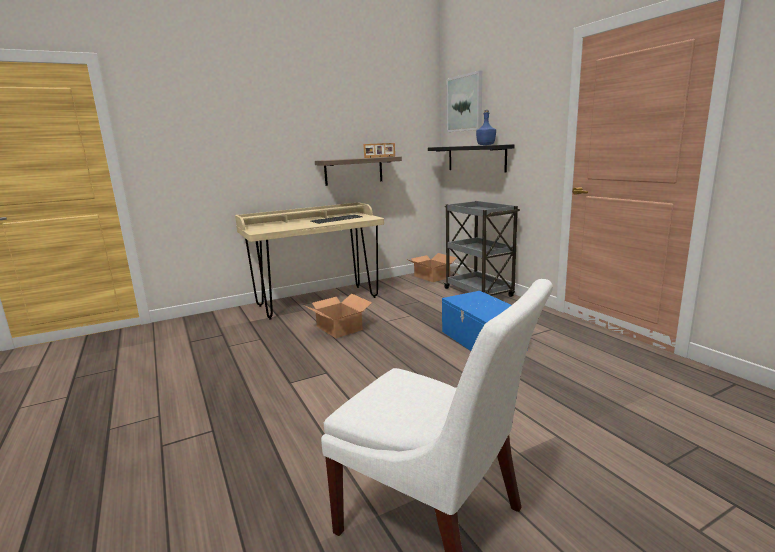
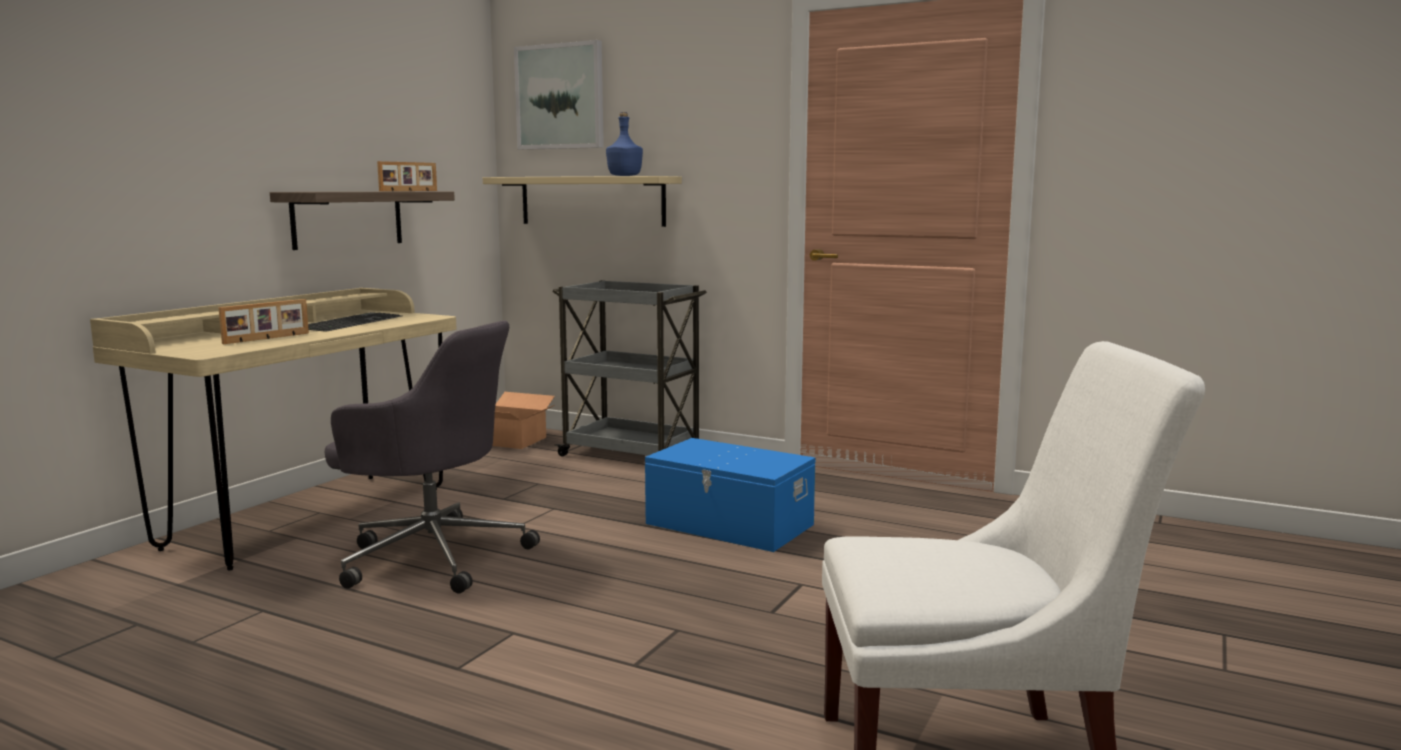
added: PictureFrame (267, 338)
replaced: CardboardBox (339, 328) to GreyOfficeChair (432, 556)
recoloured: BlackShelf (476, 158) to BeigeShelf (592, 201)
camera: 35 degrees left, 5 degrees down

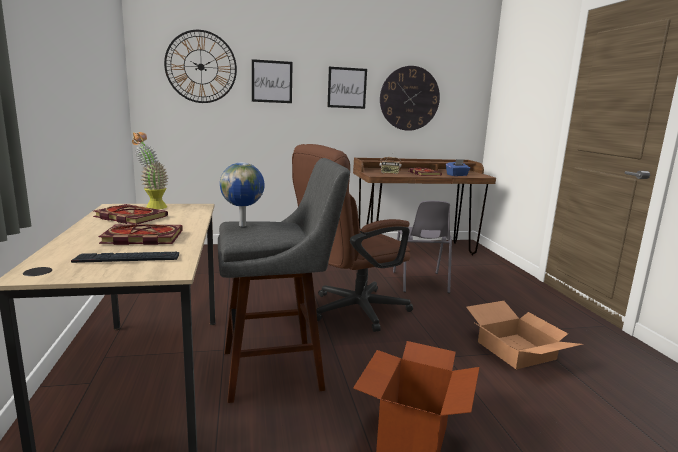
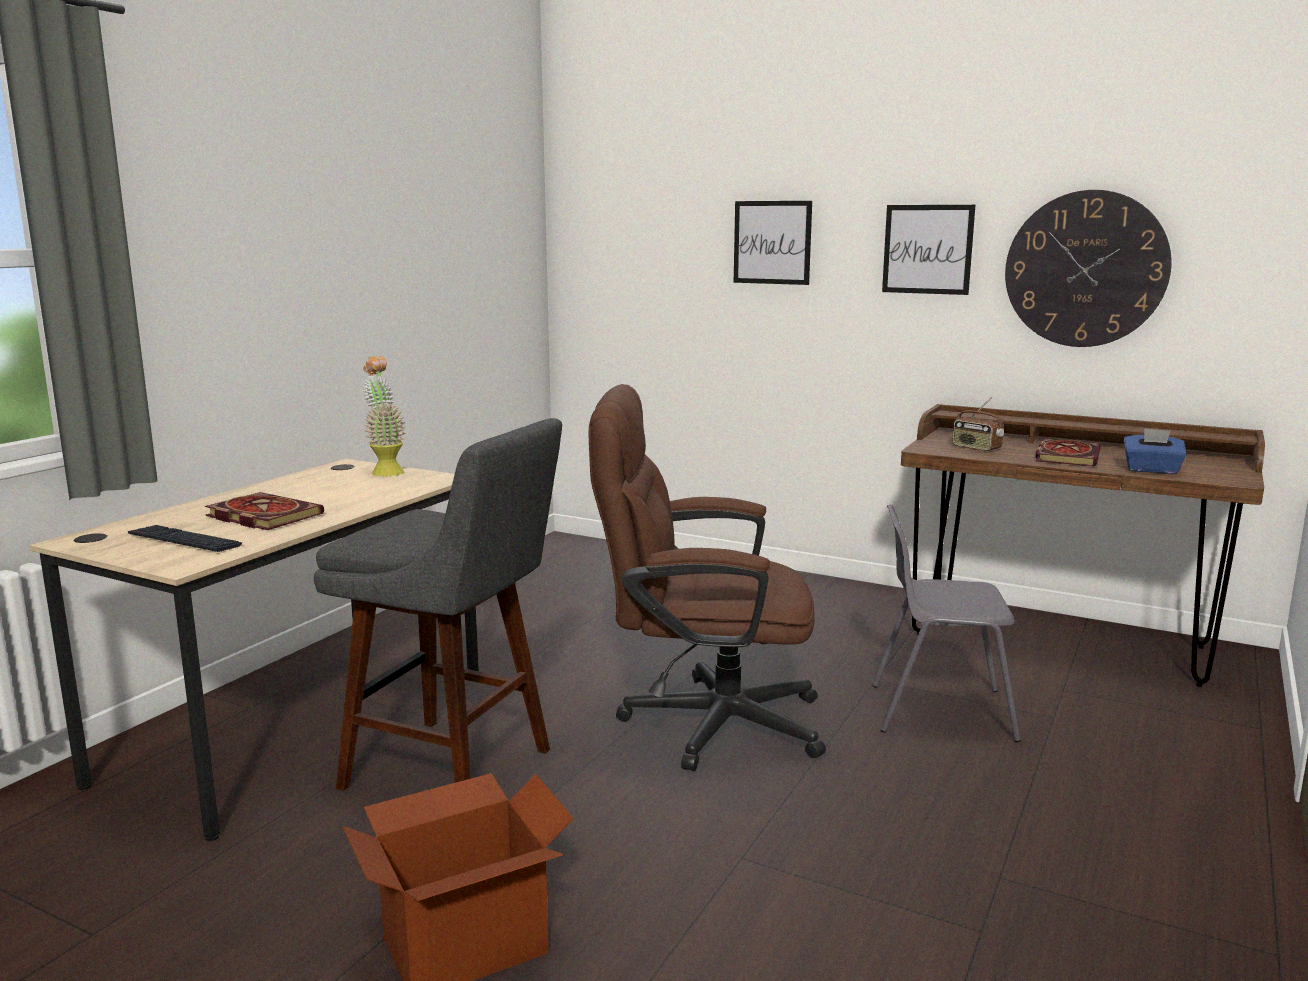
removed: Book (128, 217); WallClock (201, 67); Globe (243, 225); CardboardBox (517, 351)
turned: GreyChair (420, 282) = (939, 711) 60 degrees clockwise
camera: 40 degrees right, 0 degrees up

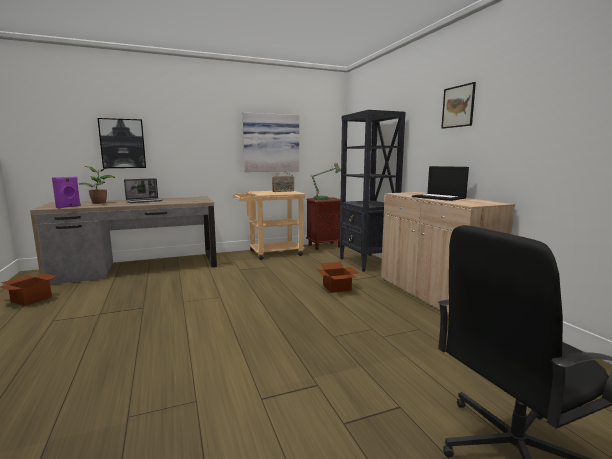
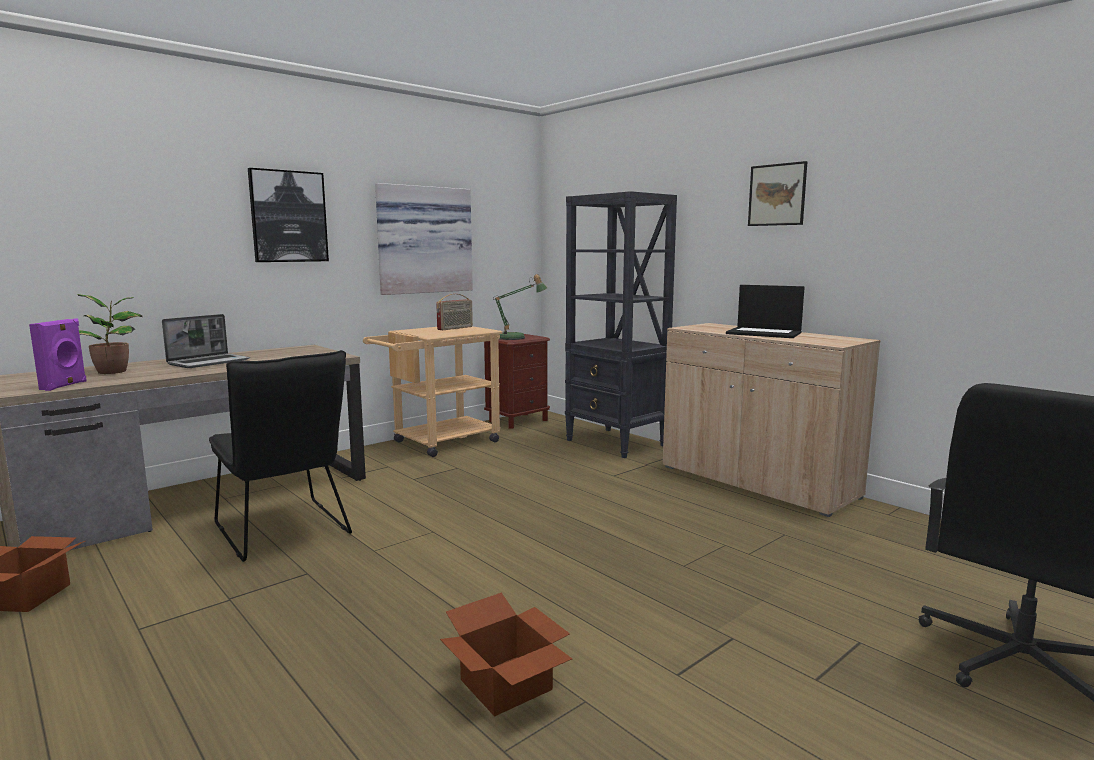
added: BlackChair (285, 532)
moved: Picture (122, 143) to (288, 216); CardboardBox (336, 288) to (506, 686)
camera: 20 degrees left, 0 degrees up

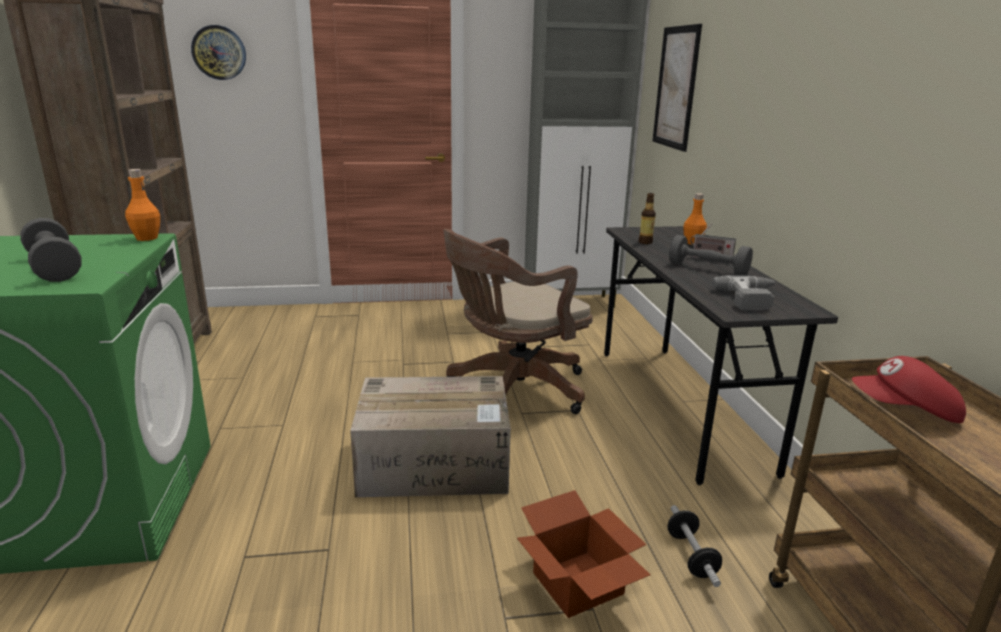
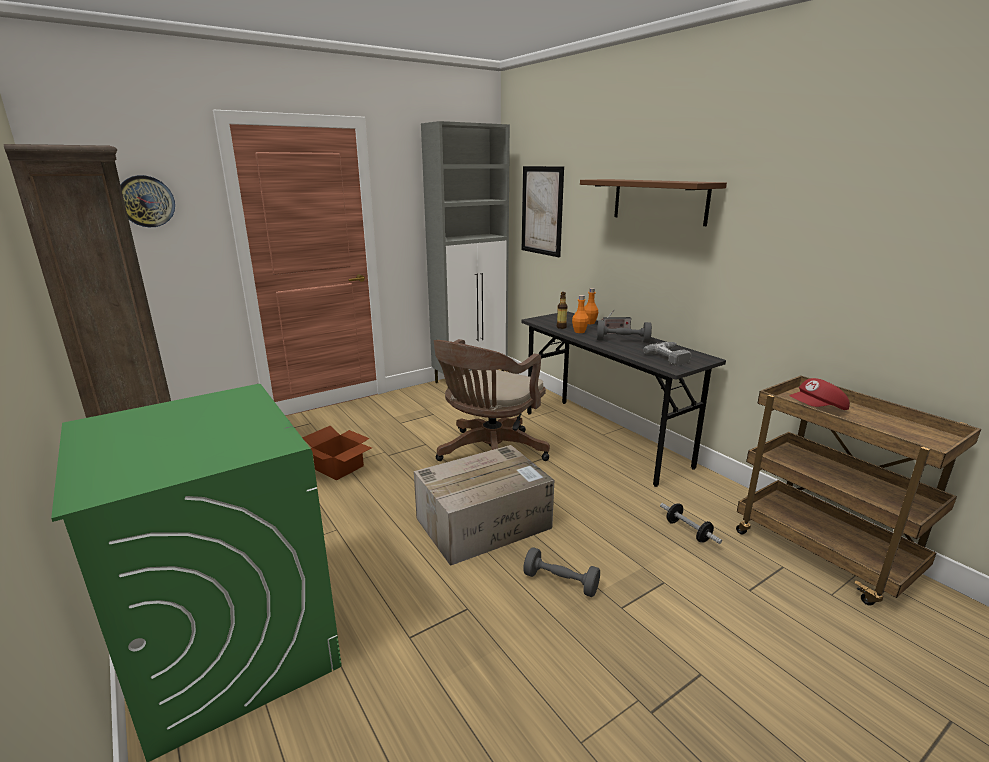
added: BrownShelf (659, 201)
moved: GreyDumbbell (54, 268) to (560, 582); OrangeBottle (147, 238) to (579, 331); CardboardBox (578, 585) to (339, 468)
camera: 25 degrees left, 0 degrees up

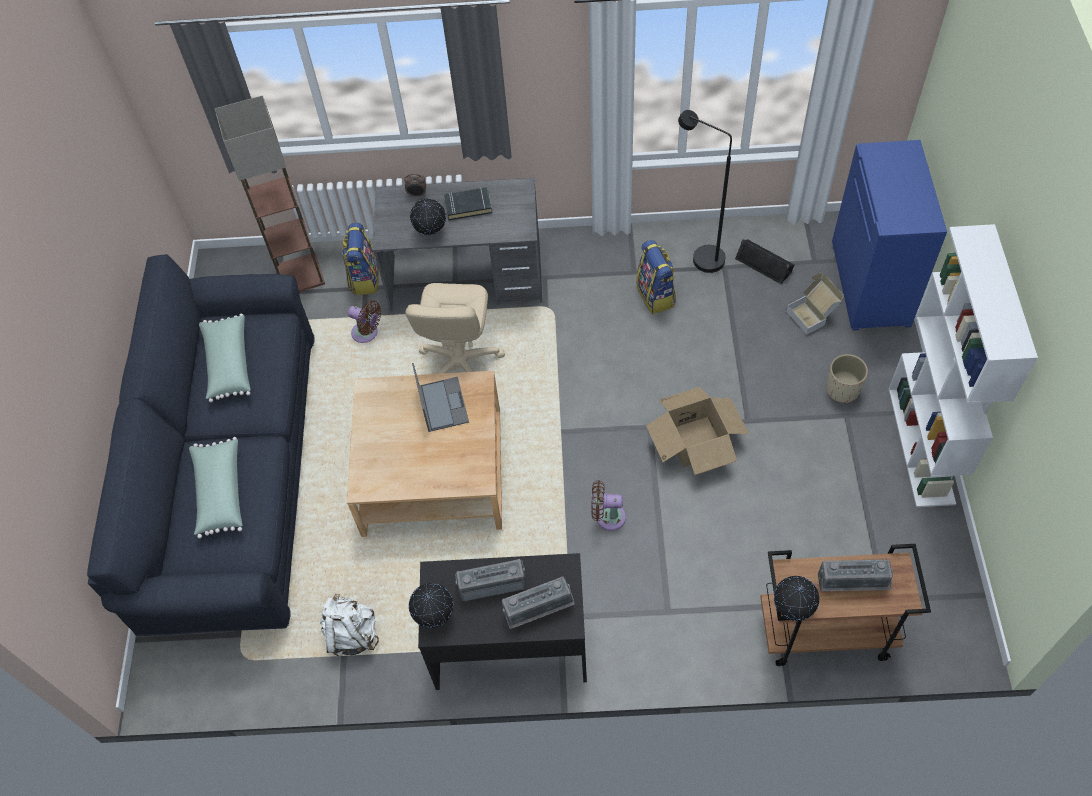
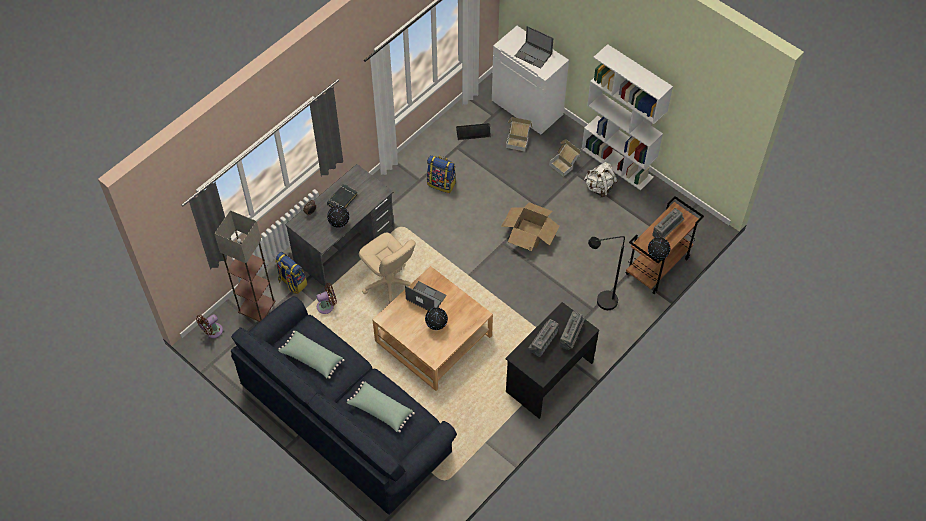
added: Laptop (533, 55)
moved: WhiteBackpack (352, 634) to (599, 187); Globe (434, 616) to (436, 326); BrownFan (607, 517) to (212, 331); BlackFloorLamp (700, 256) to (601, 302)
replaced: BeigePlanter (843, 390) to CardboardBox (564, 164)
recoloured: BlueCabinet (871, 284) to WhiteCabinet (528, 108)
camera: 50 degrees left, 0 degrees up

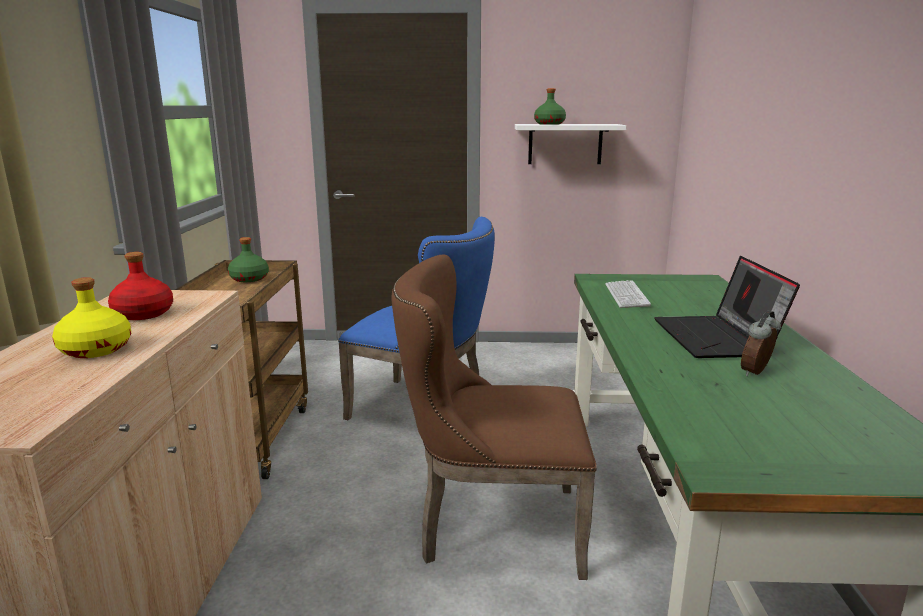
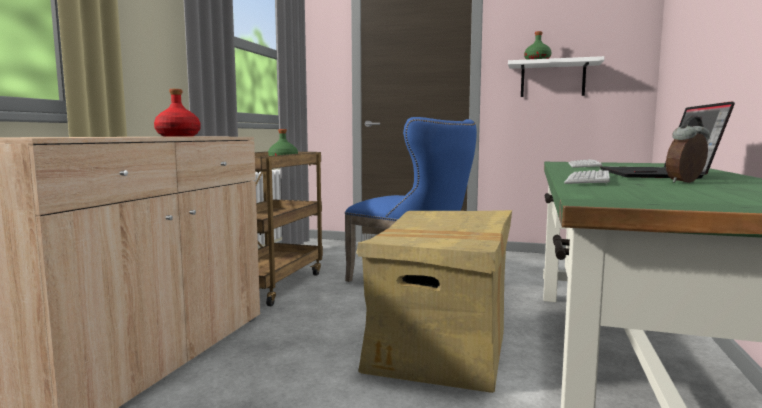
removed: YellowBottle (97, 349)
added: Keyboard (587, 179)
replaced: BrownChair (490, 527) to CardboardBox (439, 352)
camera: 15 degrees right, 10 degrees down

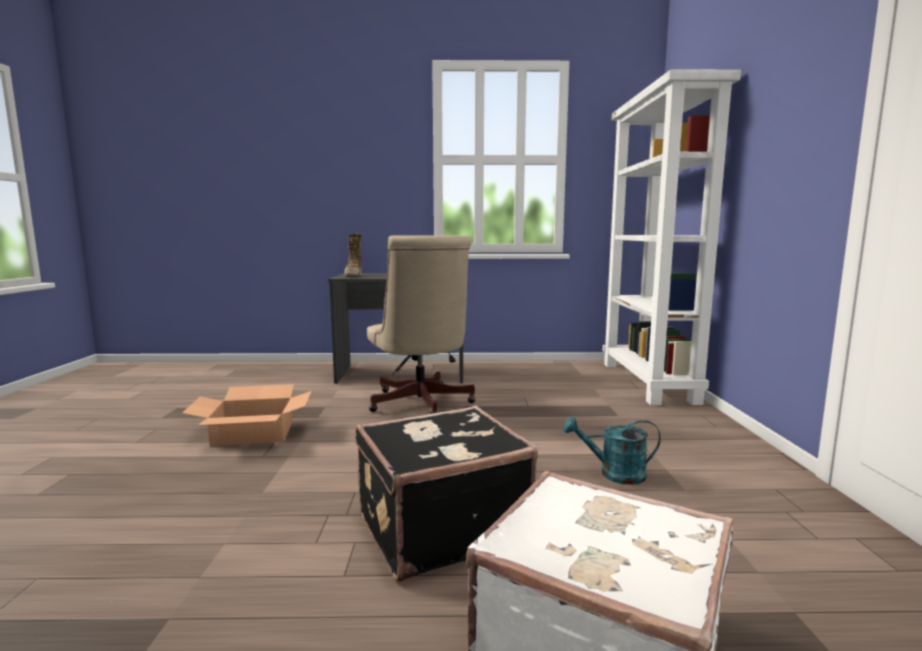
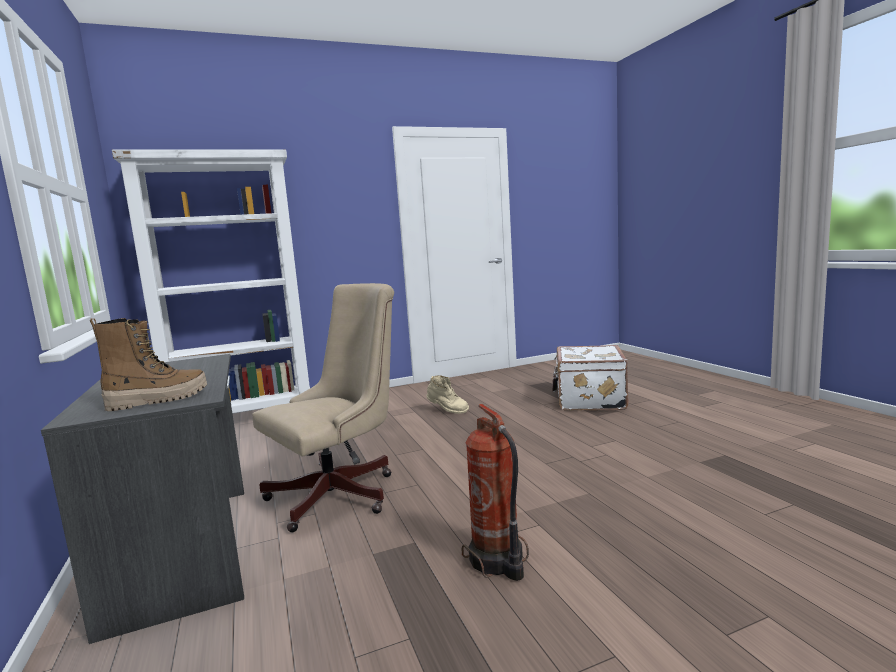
removed: BlackSuitcase (439, 527)
replaced: CardboardBox (253, 433) to FireExtinguisher (497, 562); TurquoiseWateringCan (614, 474) to BeigeBoot (447, 411)
camera: 110 degrees left, 0 degrees up

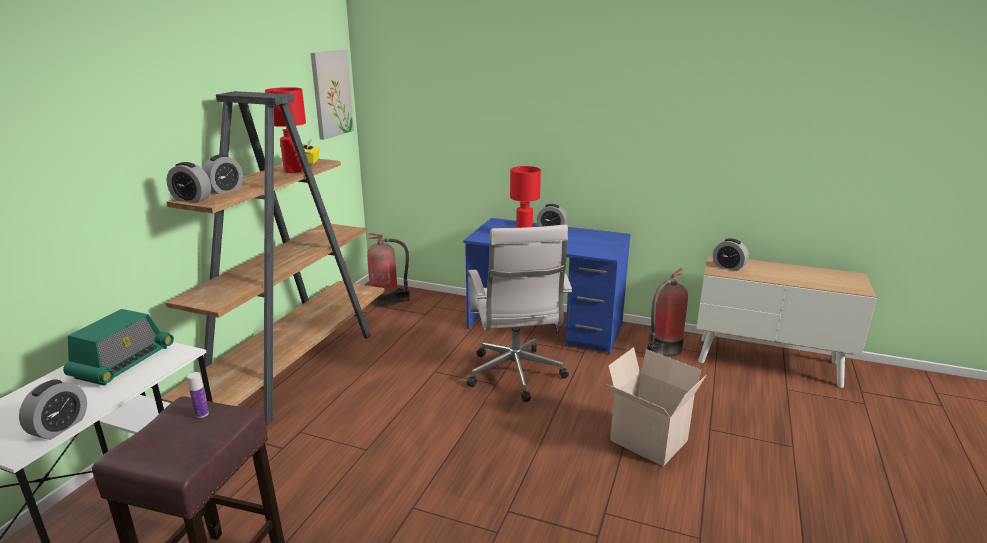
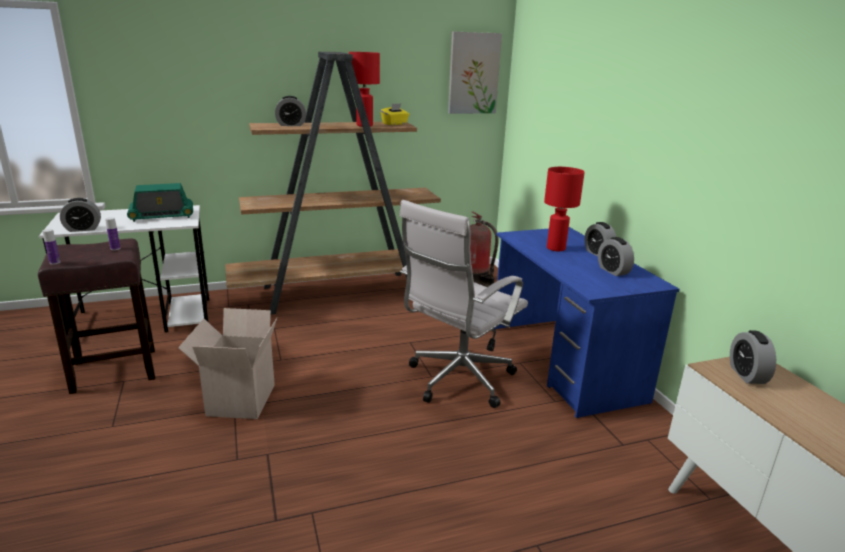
removed: FireExtinguisher (663, 349)
added: Bottle (55, 262)
moved: AlarmClock (192, 199) to (613, 271); CardboardBox (646, 441) to (239, 399)
camera: 50 degrees right, 0 degrees up

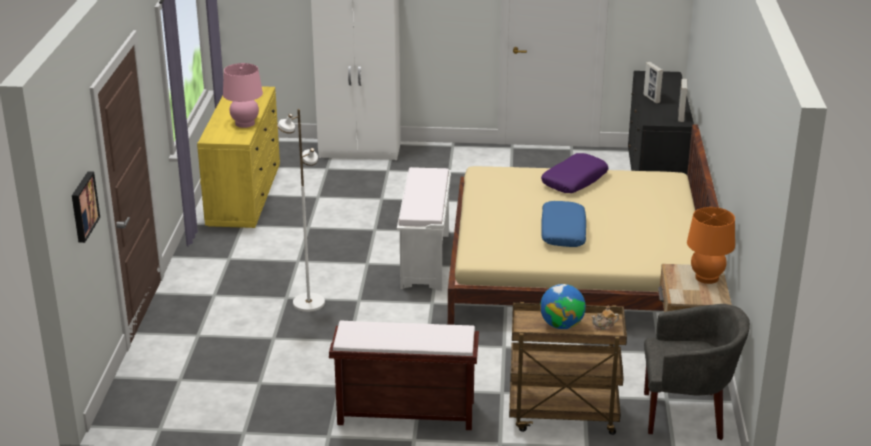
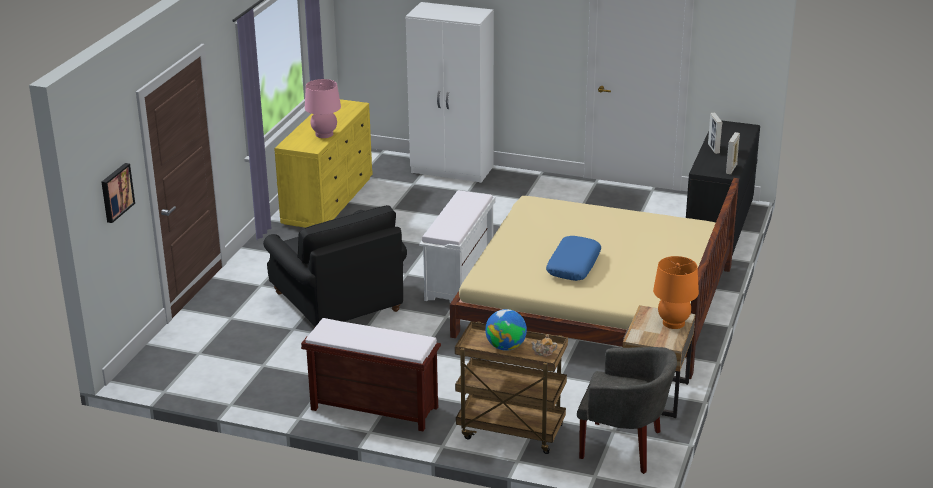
removed: PurplePillow (574, 180)
replaced: WhiteFloorLamp (308, 303) to BlackArmchair (337, 302)
camera: 15 degrees right, 0 degrees up

